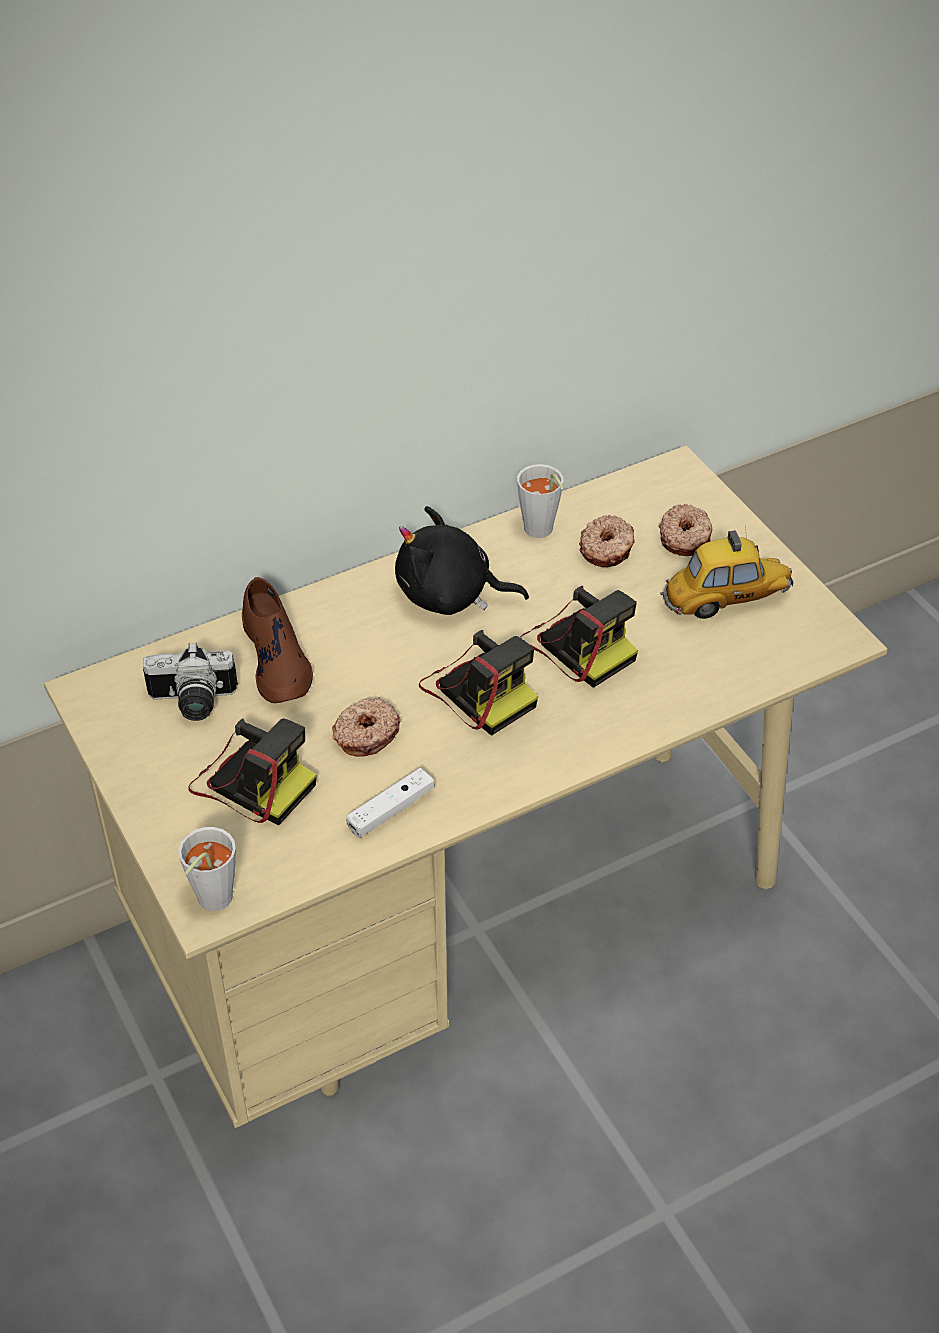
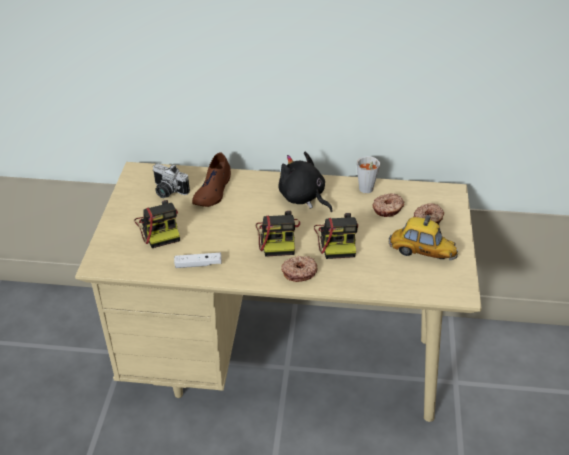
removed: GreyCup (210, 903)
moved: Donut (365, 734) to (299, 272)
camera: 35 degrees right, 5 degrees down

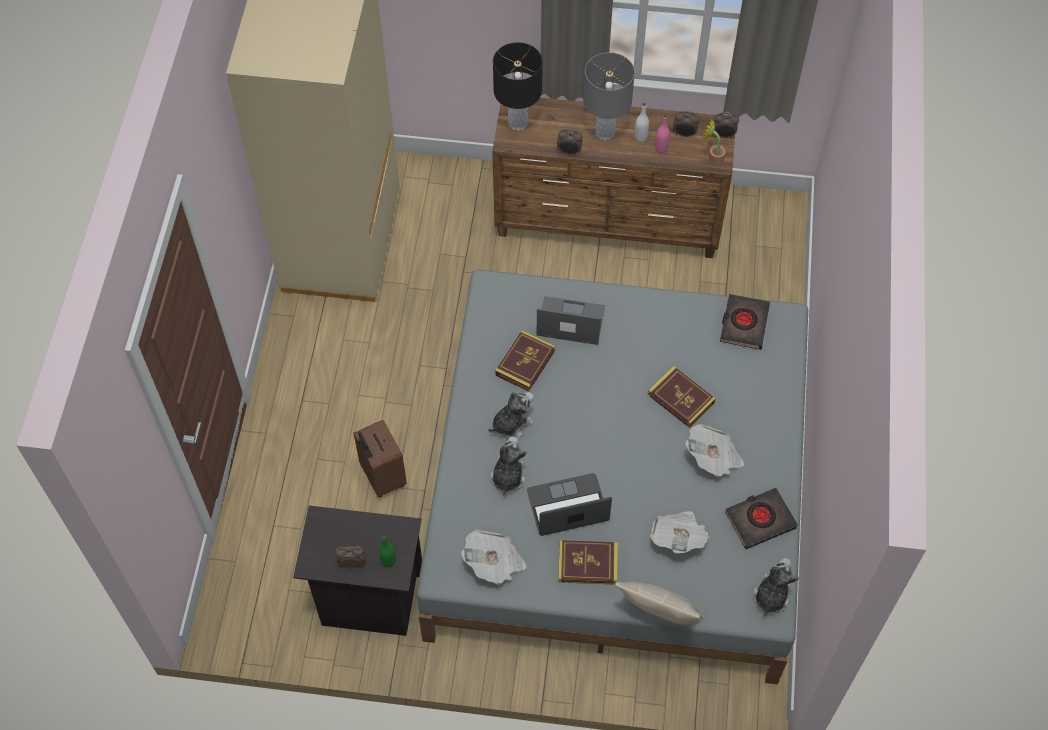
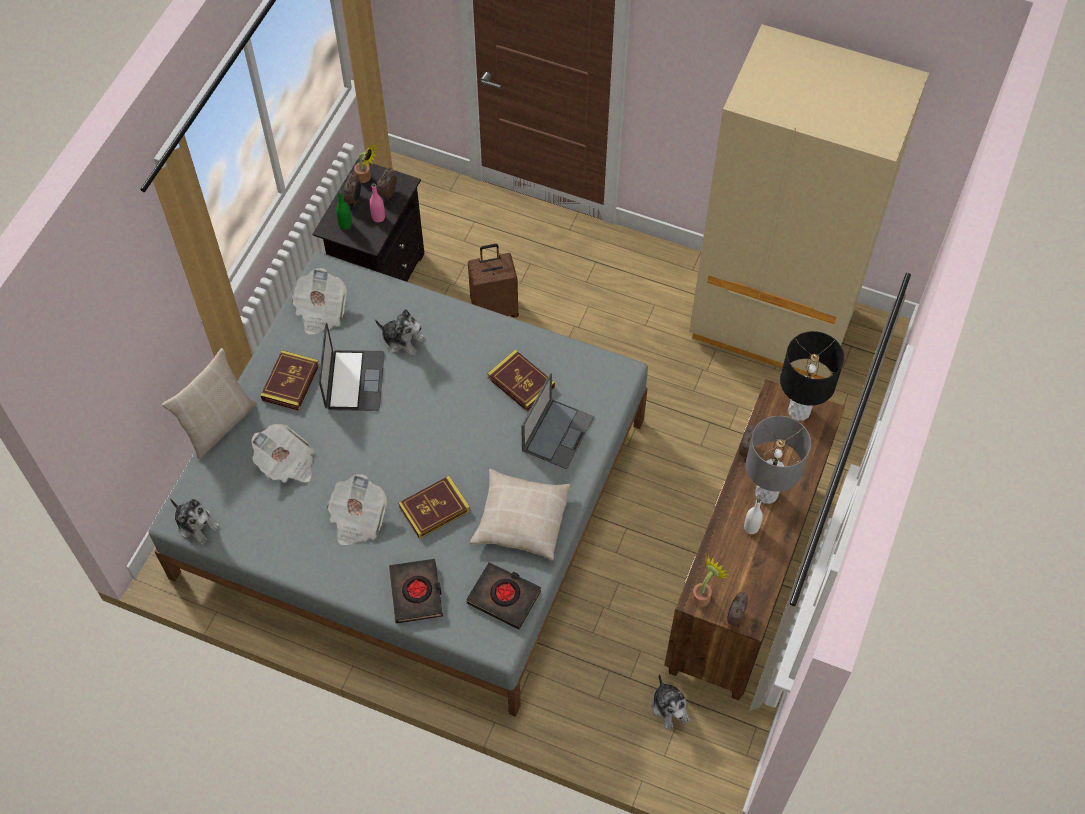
added: PottedPlant (366, 178); BeigePillow (520, 519)
moved: PlushToy (511, 424) to (670, 708); PinkBottle (661, 148) to (378, 217); AlarmClock (684, 134) to (387, 194); BlackBook (760, 520) to (416, 593)
camera: 105 degrees right, 0 degrees up

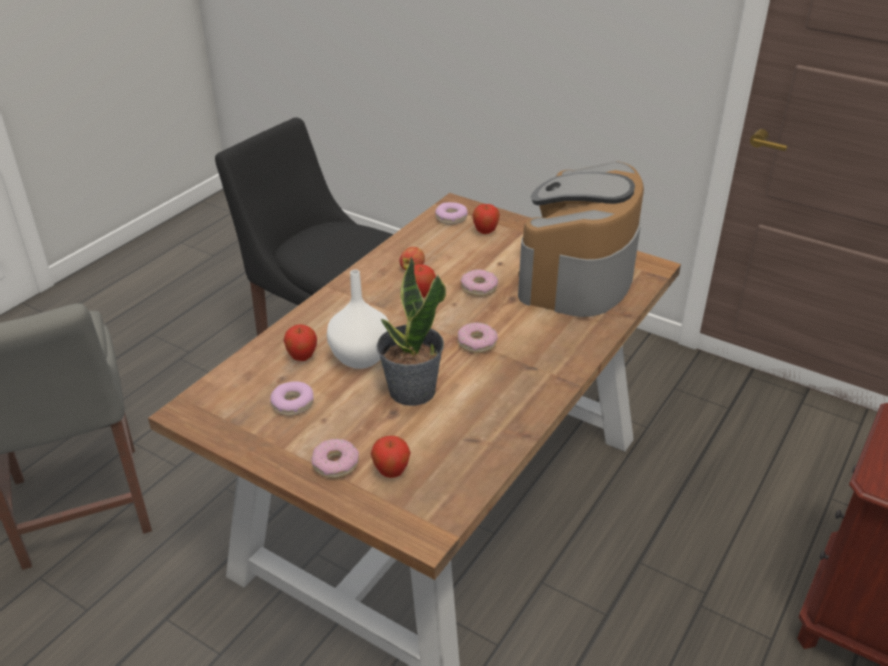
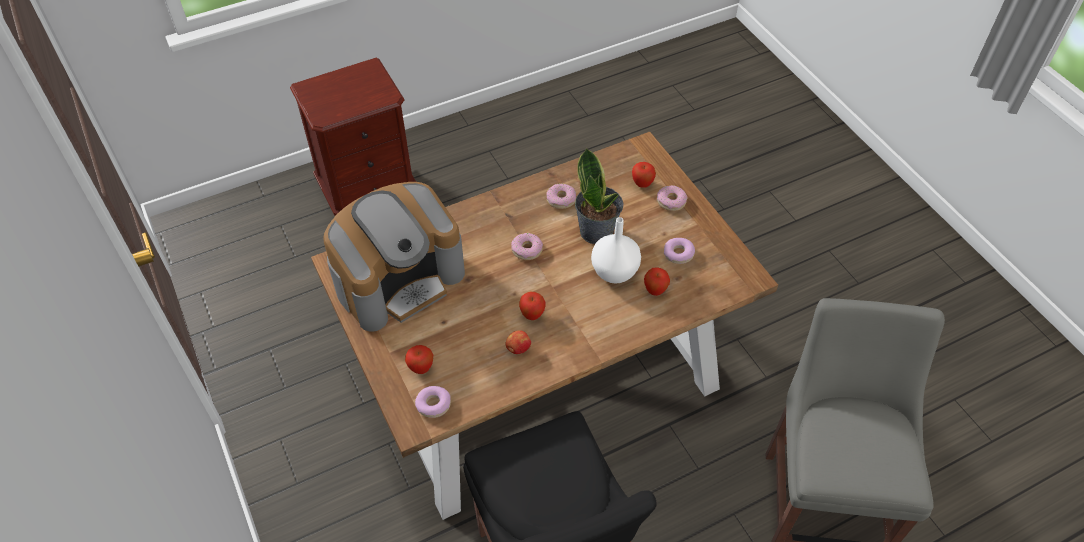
moved: Donut (479, 288) to (561, 199)
camera: 150 degrees left, 15 degrees up

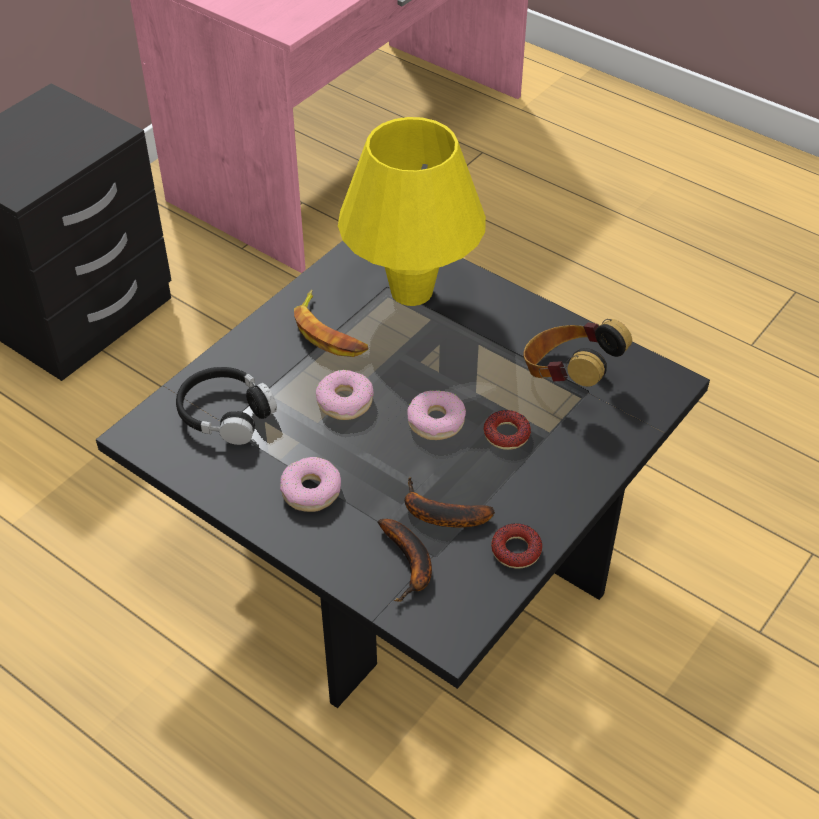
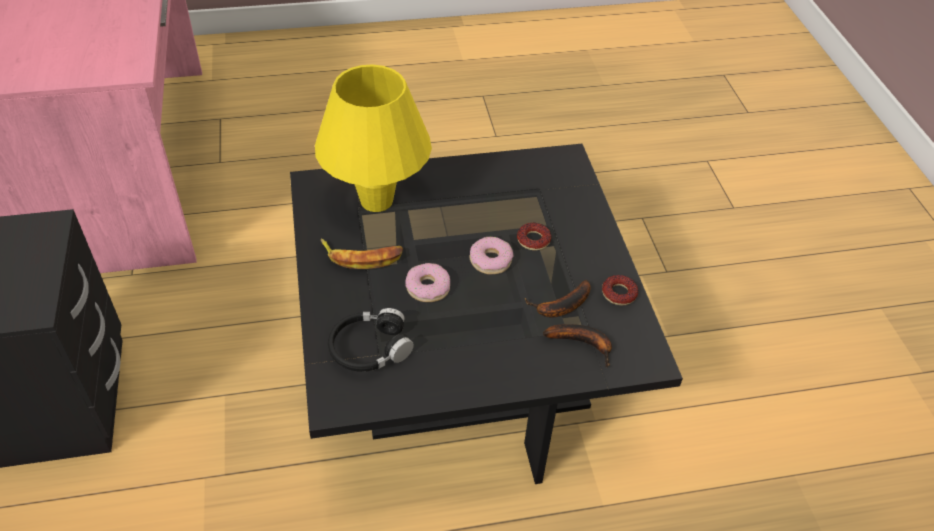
removed: Donut (310, 490); Headphones (568, 376)
camera: 50 degrees left, 0 degrees up

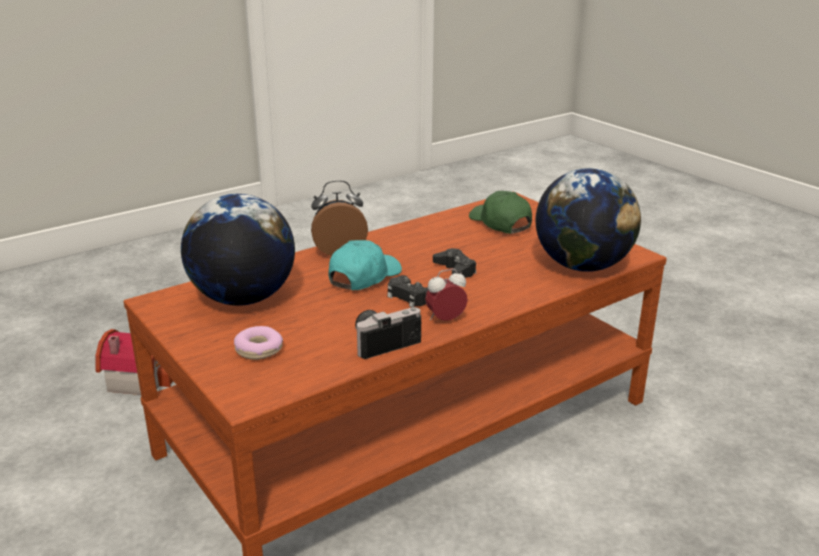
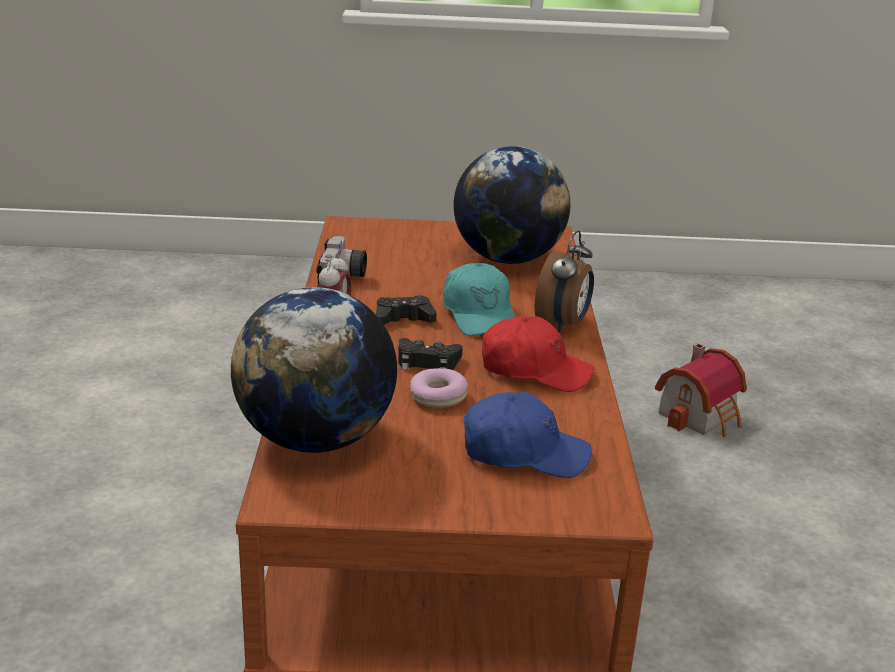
added: RedCap (534, 370)
moved: Donut (259, 350) to (438, 396)
recoloured: GreenCap (500, 223) to BlueCap (523, 453)
camera: 125 degrees right, 0 degrees up

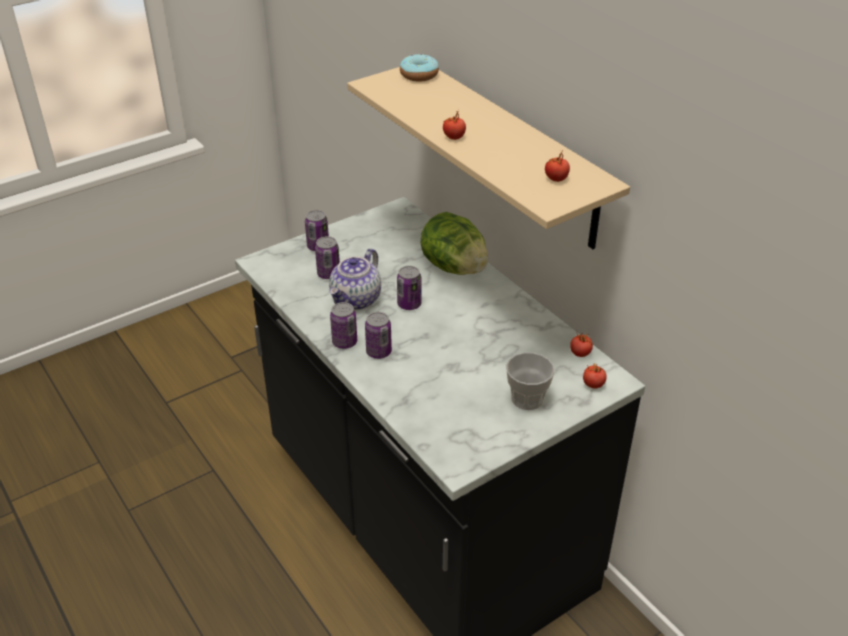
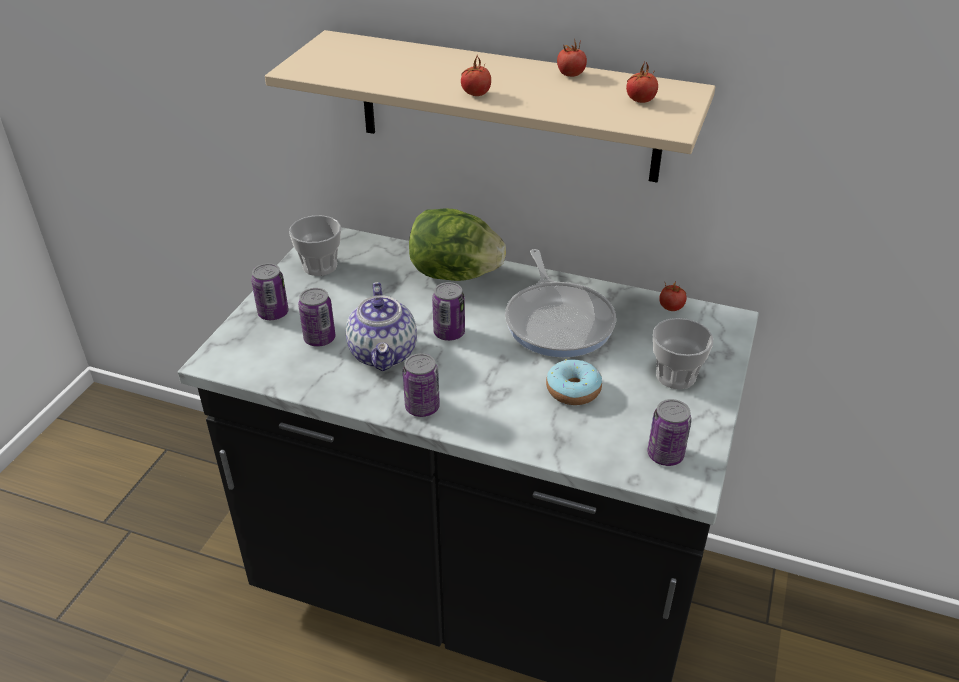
added: Cup (320, 266); FryingPan (558, 321)
moved: Can (378, 352) to (665, 455); Donut (419, 75) to (573, 390); Tomato (593, 384) to (571, 75)
camera: 35 degrees left, 0 degrees up

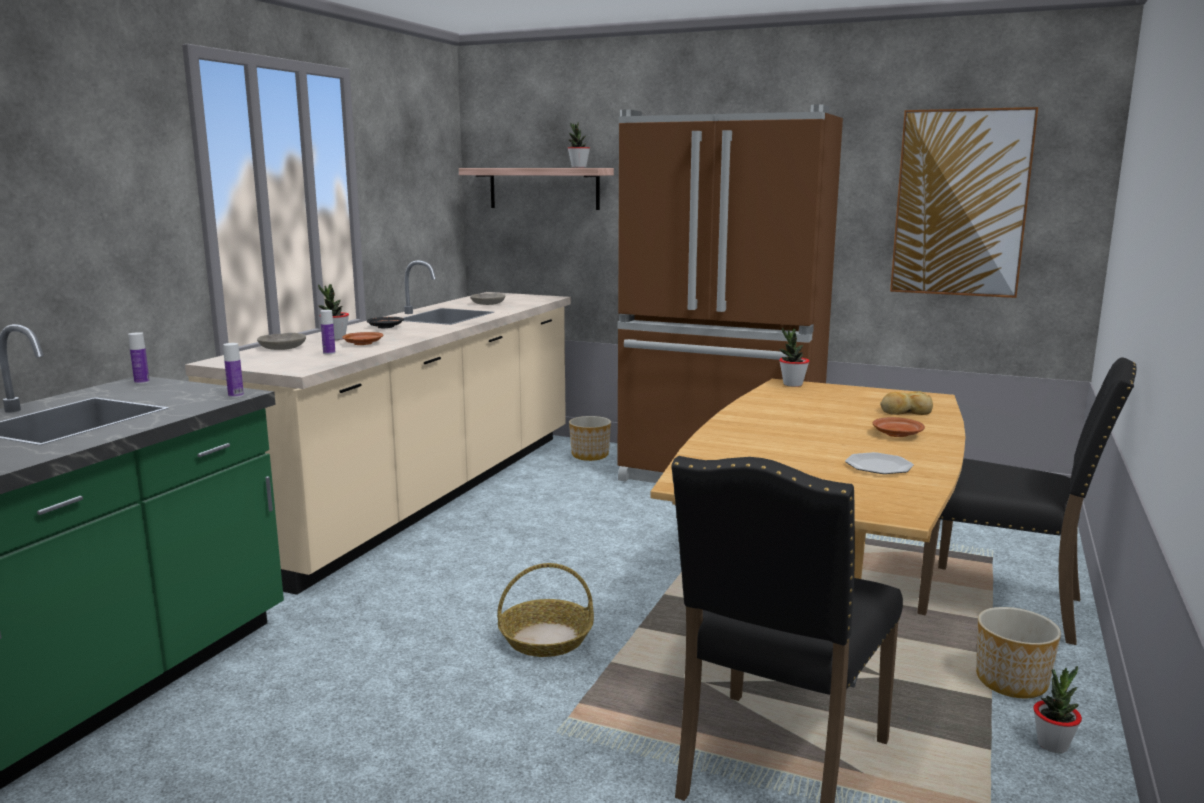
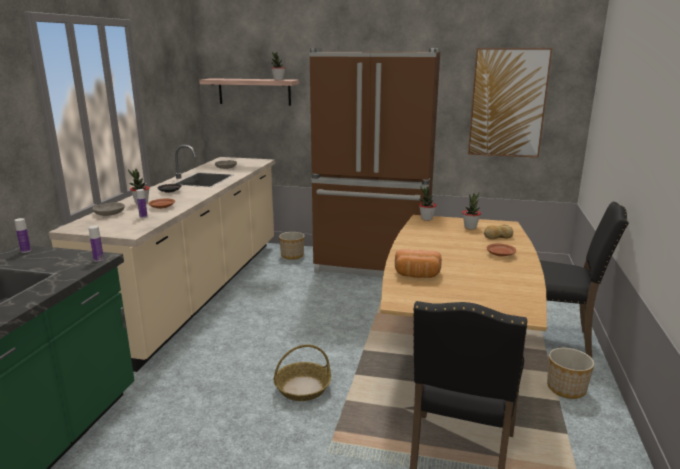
removed: Plate (878, 466)
added: Bread (417, 275)
moved: PottedPlant (1052, 745) to (470, 227)
camera: 10 degrees left, 5 degrees up

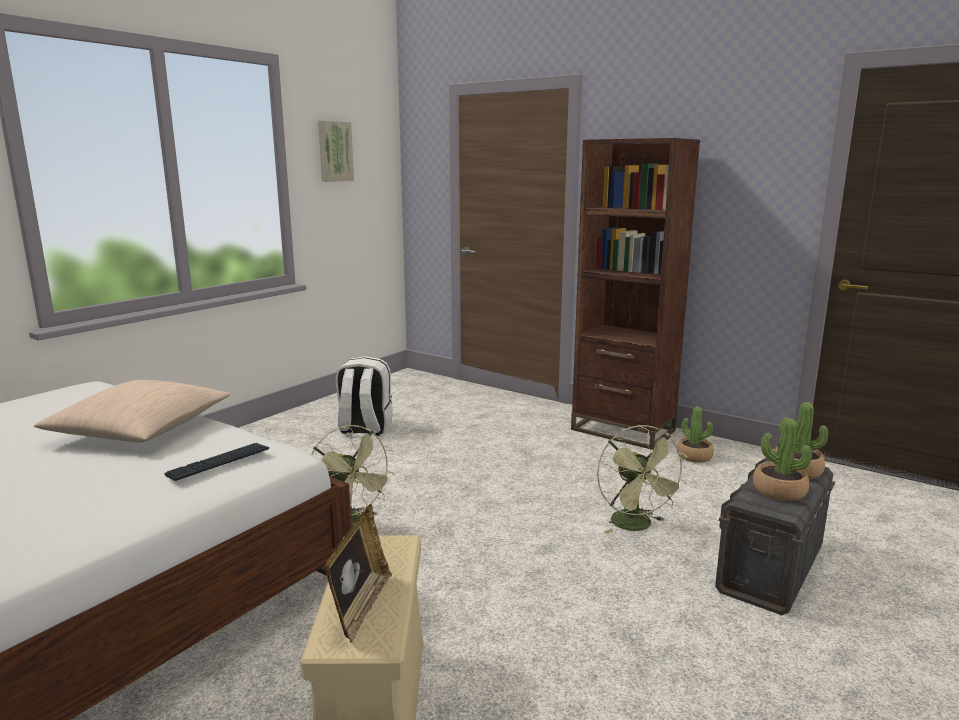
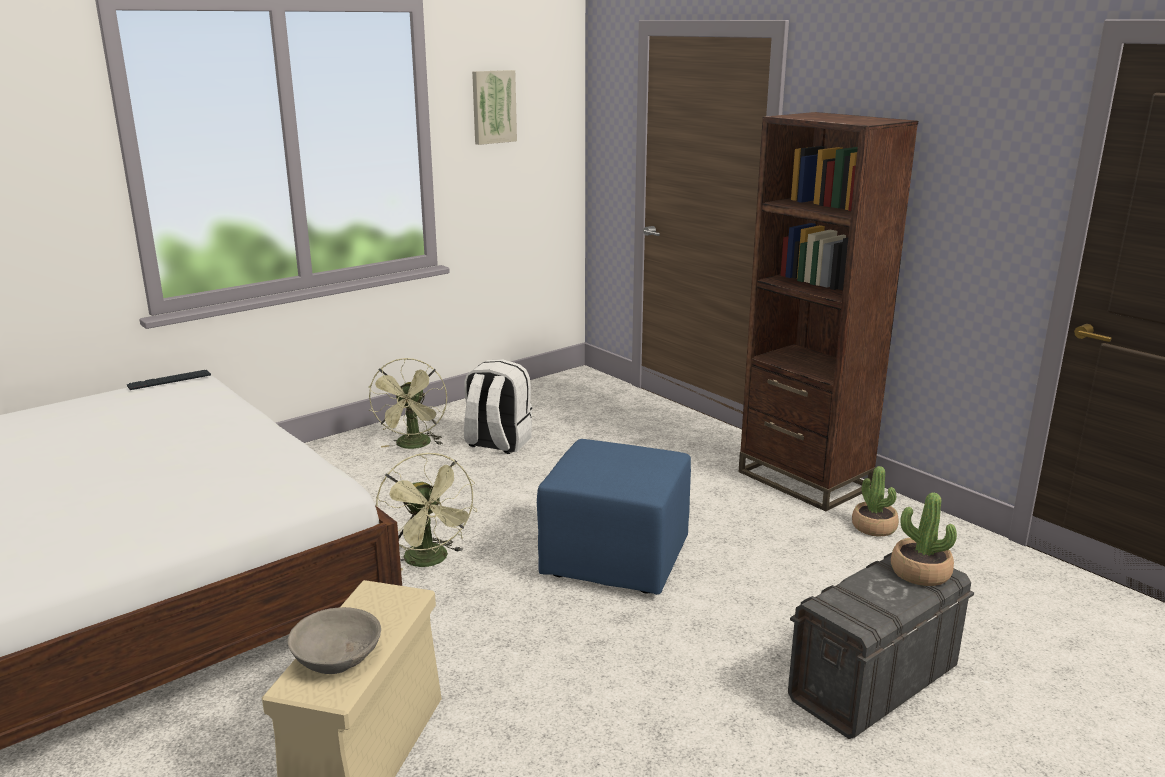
removed: BeigePillow (140, 429); PottedPlant (779, 491)
added: BlueOttoman (617, 560)
moved: Keyboard (219, 462) to (169, 381); GreenFan (637, 526) to (413, 446)
replaced: PictureFrame (360, 607) to GreyBowl (337, 656)
camera: 15 degrees right, 5 degrees up

